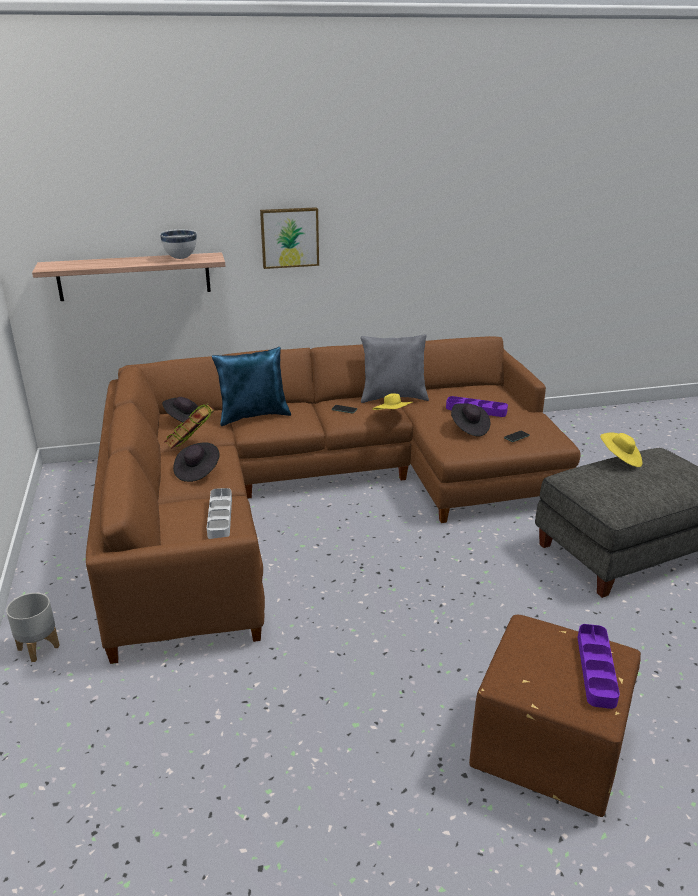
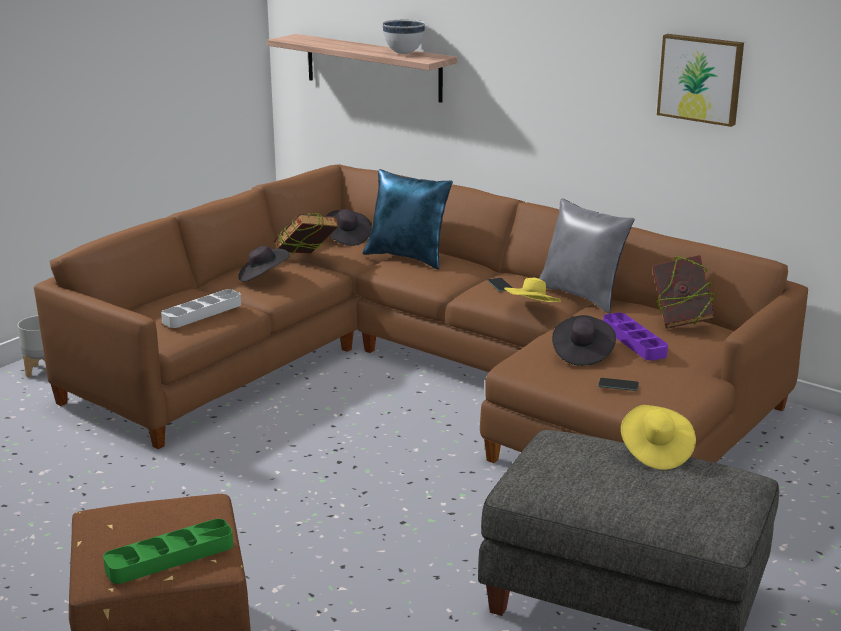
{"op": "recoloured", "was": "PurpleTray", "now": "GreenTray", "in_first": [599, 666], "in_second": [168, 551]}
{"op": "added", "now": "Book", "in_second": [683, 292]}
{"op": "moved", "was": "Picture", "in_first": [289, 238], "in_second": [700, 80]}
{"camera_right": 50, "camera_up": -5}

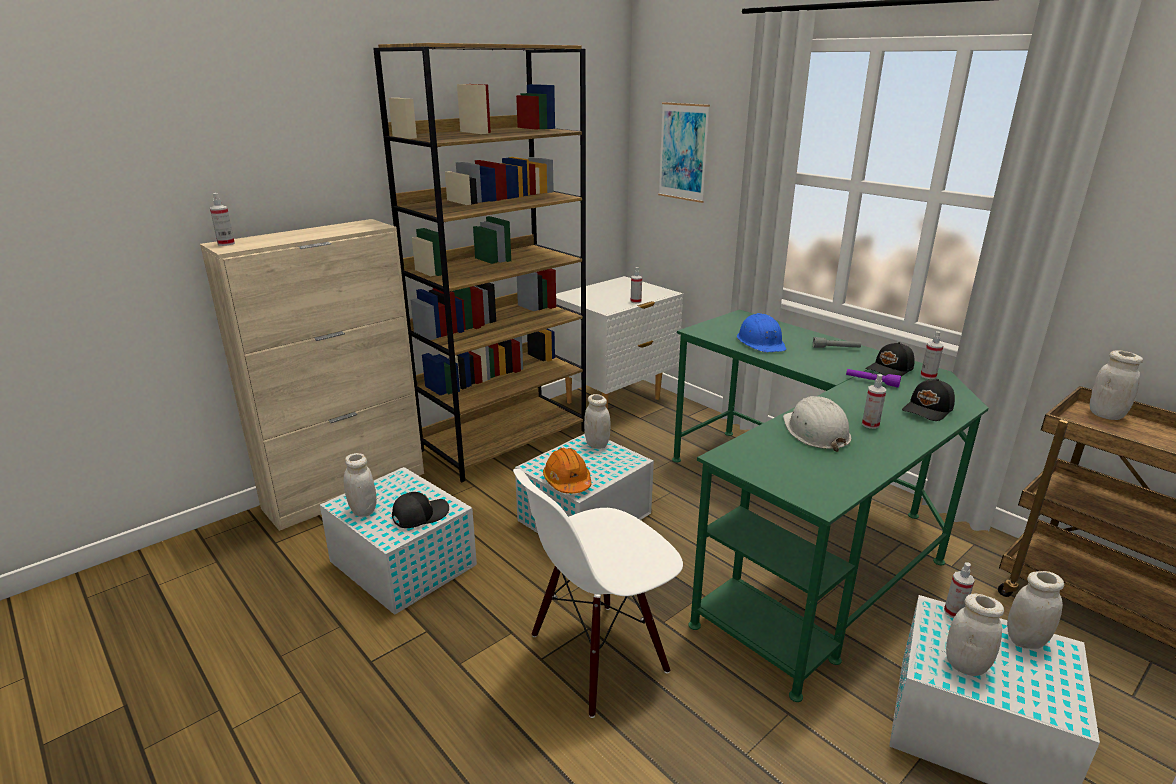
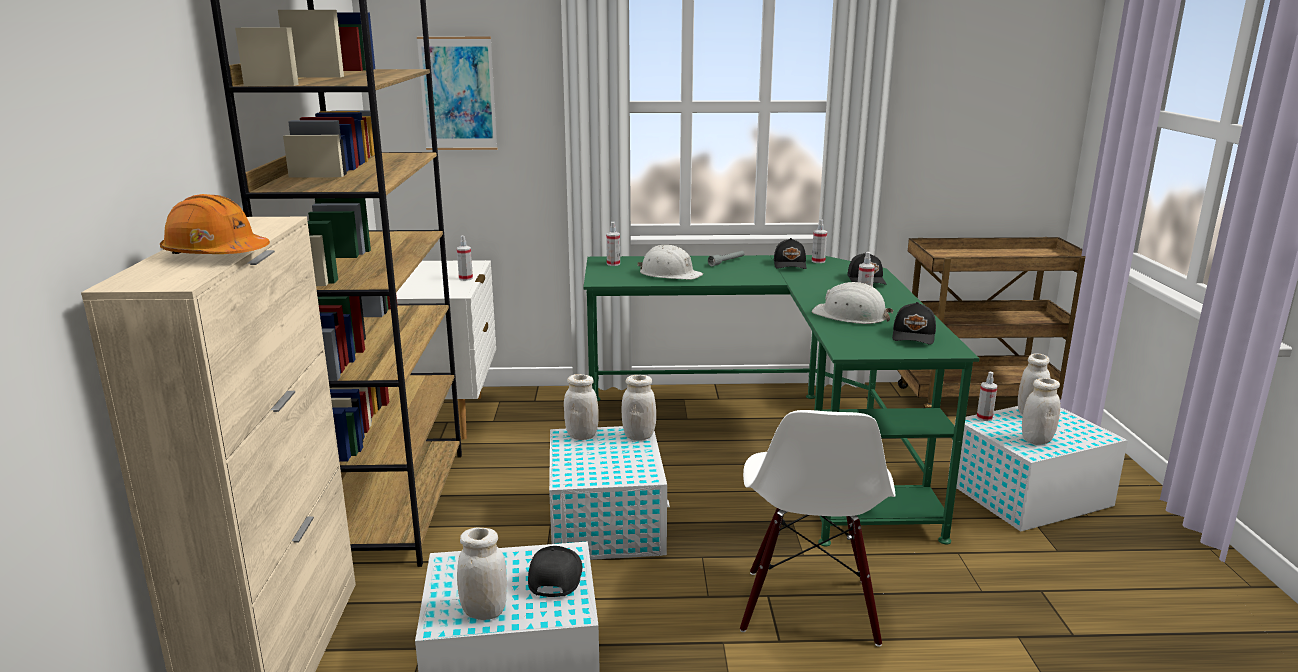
{"op": "moved", "was": "OrangeHardHat", "in_first": [567, 471], "in_second": [215, 224]}
{"op": "moved", "was": "SprayBottle", "in_first": [222, 219], "in_second": [613, 244]}
{"op": "moved", "was": "WhiteJar", "in_first": [1116, 385], "in_second": [639, 407]}
{"op": "recoloured", "was": "BlueHardHat", "now": "WhiteHardHat", "in_first": [761, 332], "in_second": [670, 262]}
{"op": "added", "now": "BlackCap", "in_second": [914, 323]}
{"op": "removed", "was": "PurpleFlashlight", "in_first": [873, 378]}
{"camera_right": -50, "camera_up": -5}

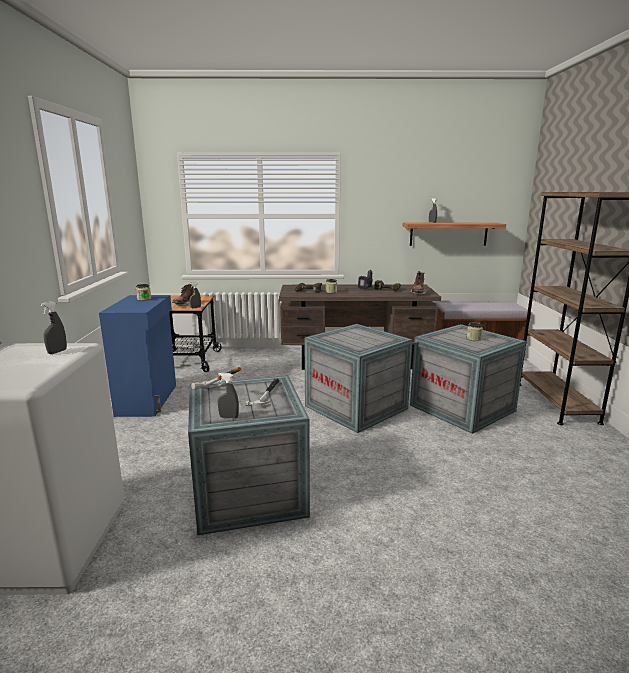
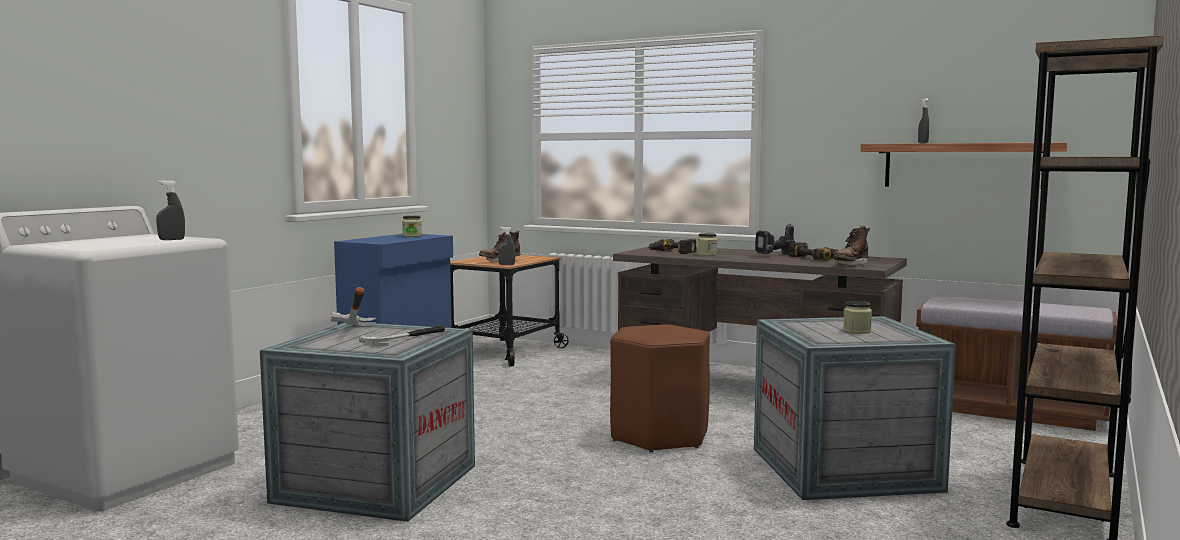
{"op": "replaced", "was": "Crate", "now": "BrownStool", "in_first": [358, 378], "in_second": [660, 389]}
{"op": "removed", "was": "GreySprayBottle", "in_first": [228, 396]}
{"camera_right": 30, "camera_up": -10}

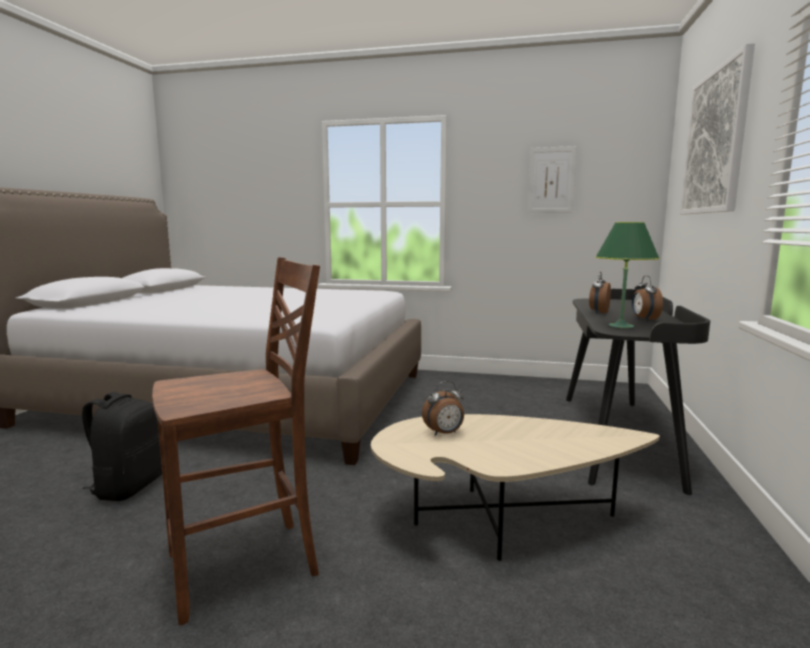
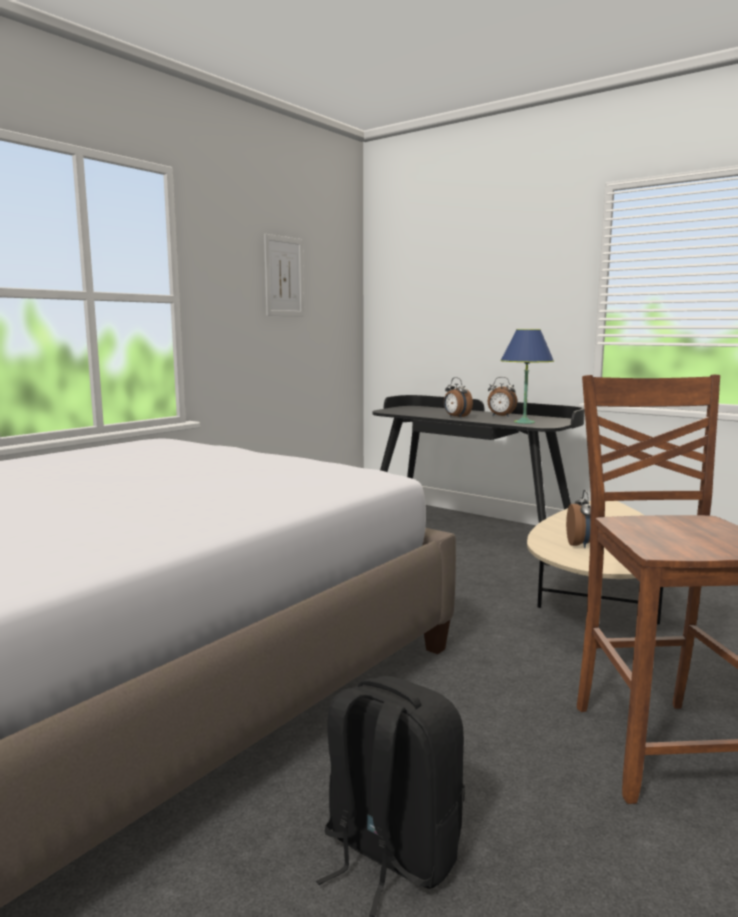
{"op": "recoloured", "was": "GreenTableLamp", "now": "BlueTableLamp", "in_first": [628, 275], "in_second": [527, 376]}
{"op": "removed", "was": "Picture", "in_first": [717, 128]}
{"camera_right": -65, "camera_up": 0}

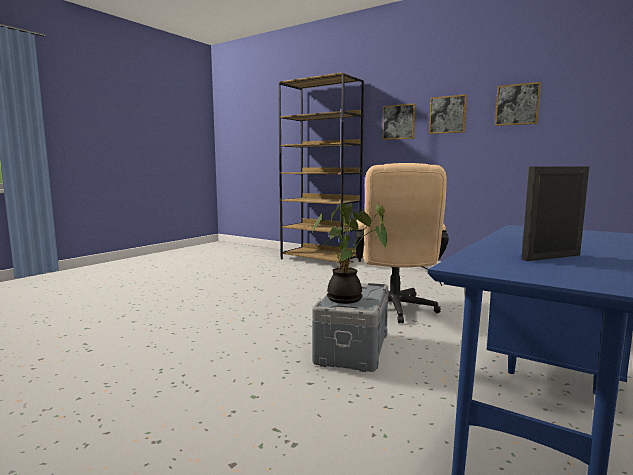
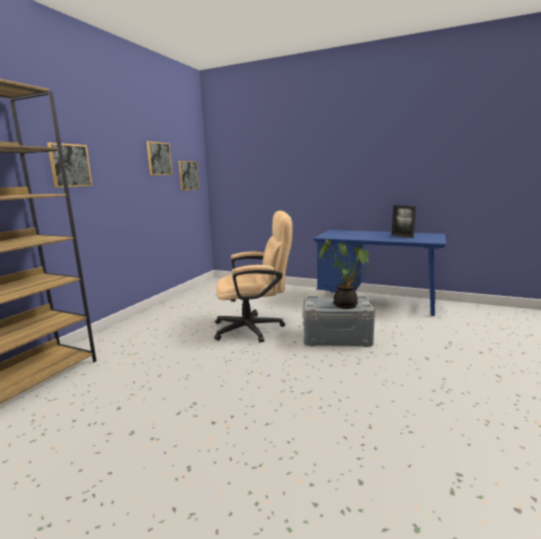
{"op": "moved", "was": "Picture", "in_first": [448, 114], "in_second": [189, 176]}
{"camera_right": -100, "camera_up": 5}

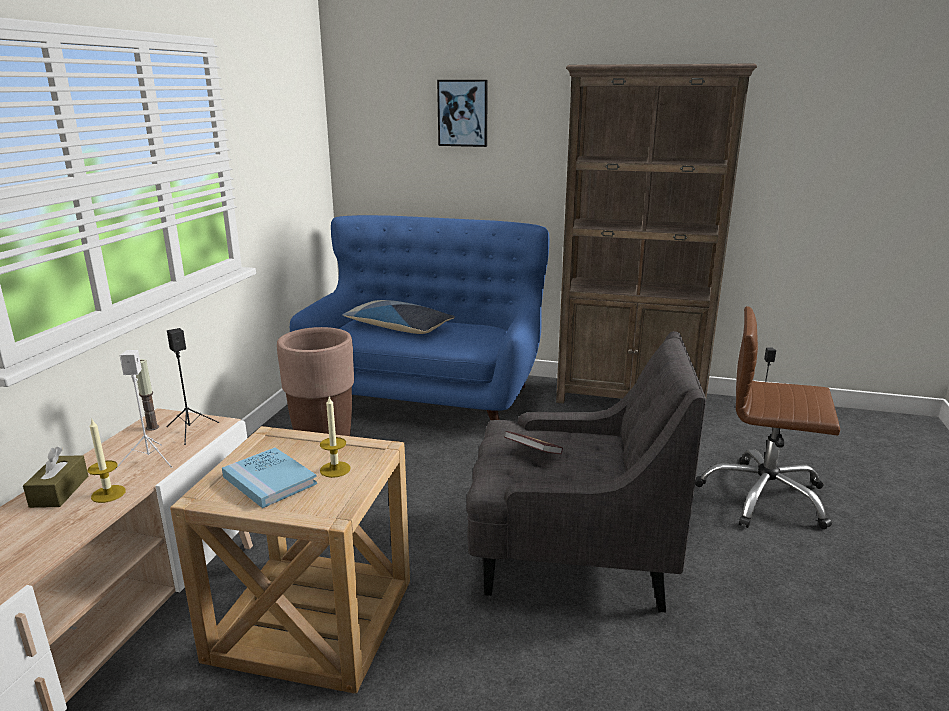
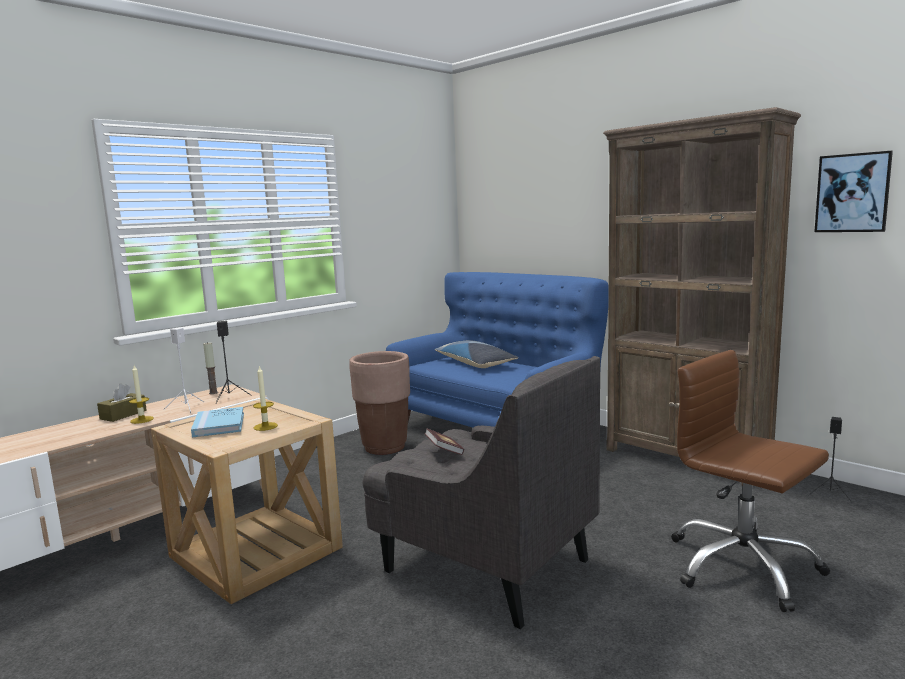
{"op": "moved", "was": "Picture", "in_first": [462, 113], "in_second": [853, 191]}
{"camera_right": 30, "camera_up": -10}

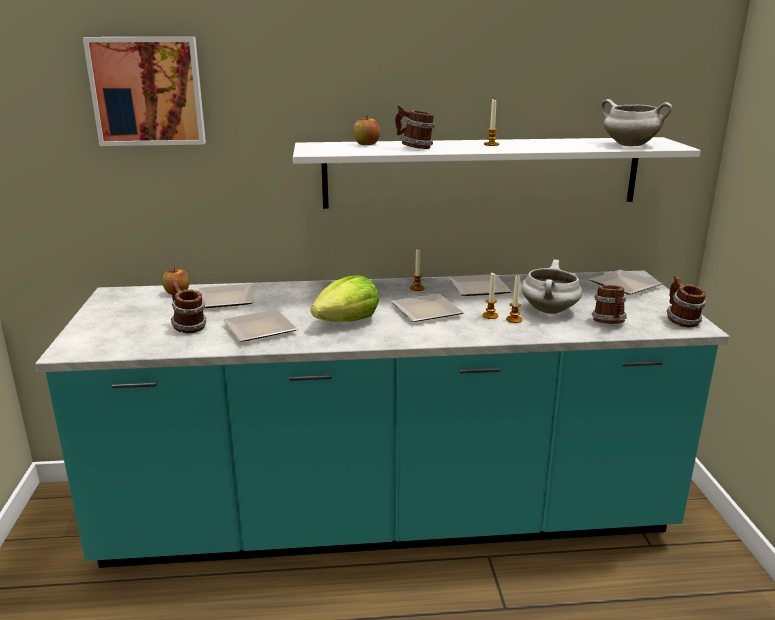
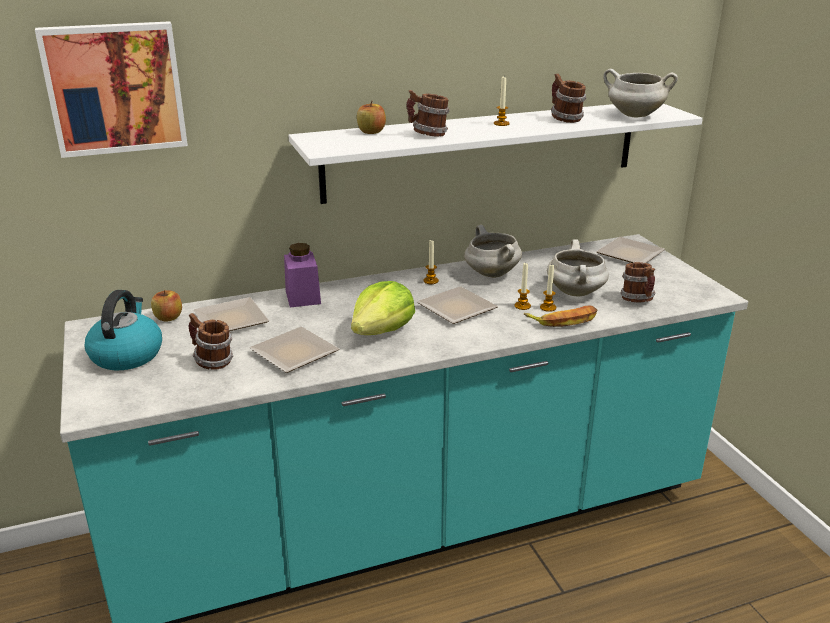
{"op": "added", "now": "Kettle", "in_second": [123, 330]}
{"op": "added", "now": "PurpleJar", "in_second": [302, 275]}
{"op": "replaced", "was": "Plate", "now": "WhiteCookingPot", "in_first": [480, 285], "in_second": [493, 251]}
{"op": "added", "now": "Banana", "in_second": [560, 316]}
{"op": "moved", "was": "Mug", "in_first": [686, 302], "in_second": [568, 98]}
{"camera_right": -15, "camera_up": 5}

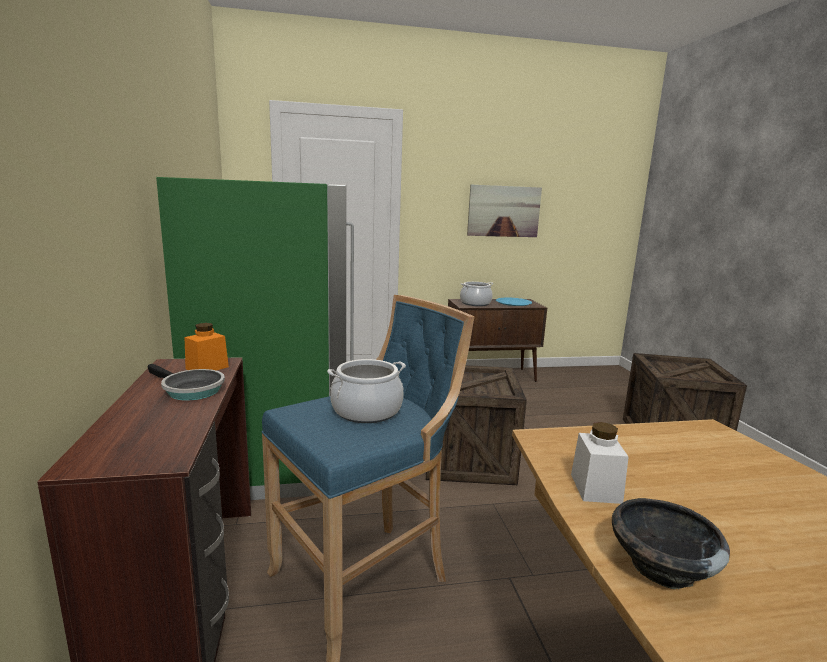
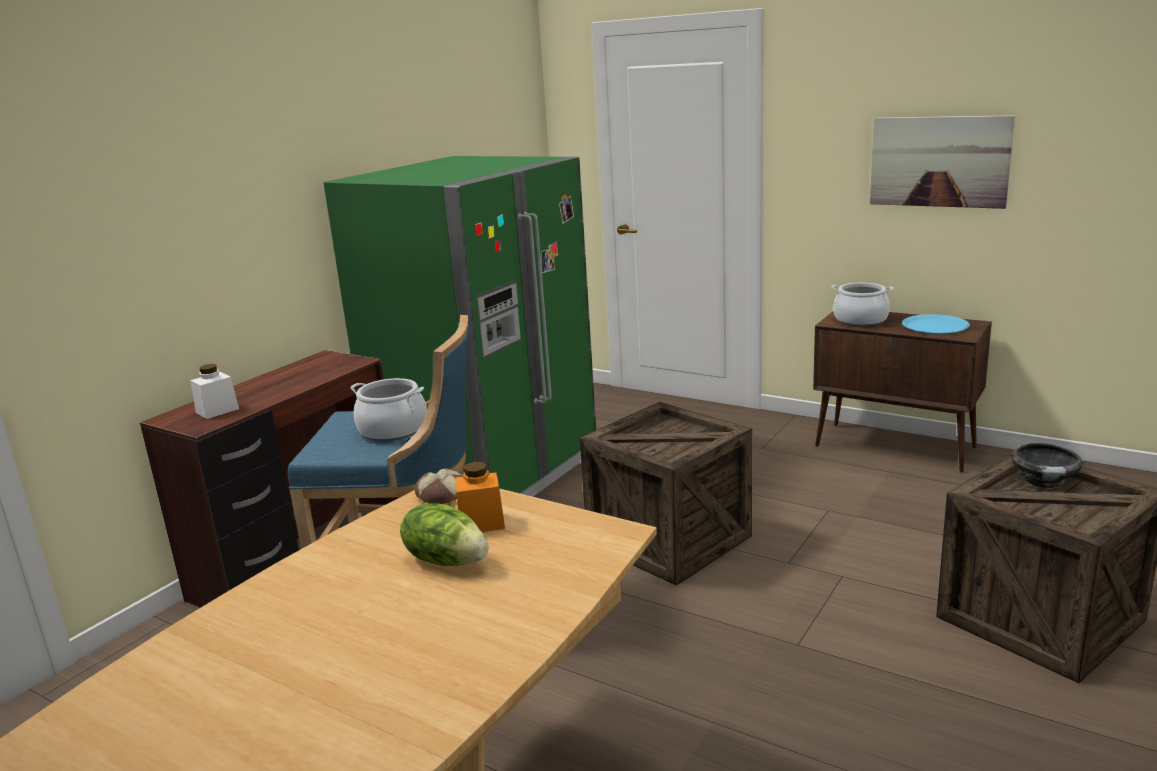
{"op": "moved", "was": "WhiteJar", "in_first": [600, 463], "in_second": [214, 391]}
{"op": "added", "now": "Lettuce", "in_second": [444, 534]}
{"op": "added", "now": "Bread", "in_second": [439, 486]}
{"op": "moved", "was": "OrangeJar", "in_first": [207, 346], "in_second": [480, 497]}
{"op": "moved", "was": "BlackBowl", "in_first": [671, 543], "in_second": [1047, 466]}
{"op": "removed", "was": "FryingPan", "in_first": [186, 382]}
{"camera_right": 45, "camera_up": 5}

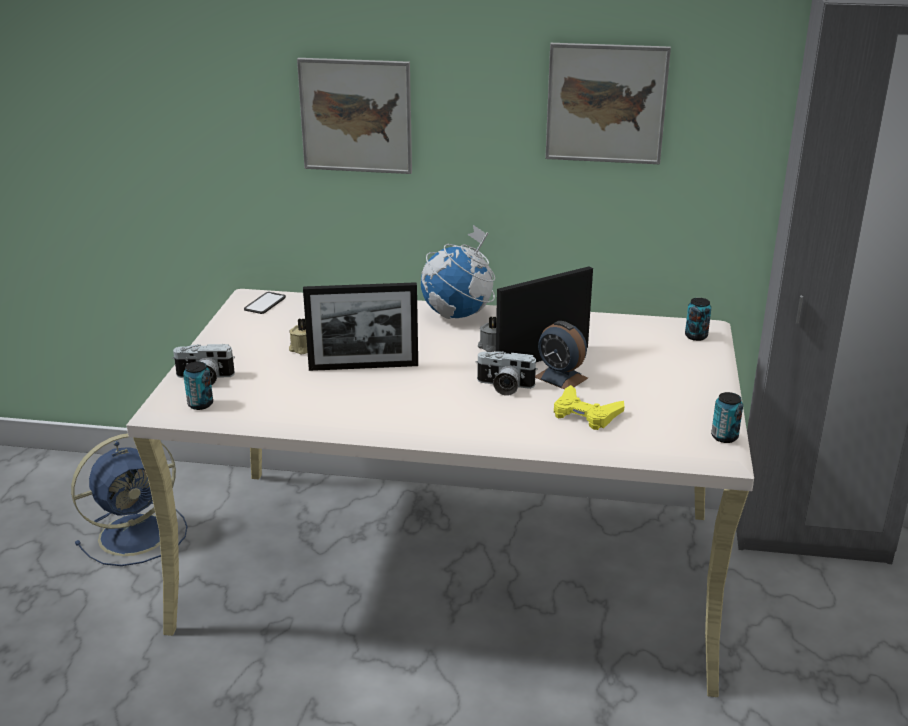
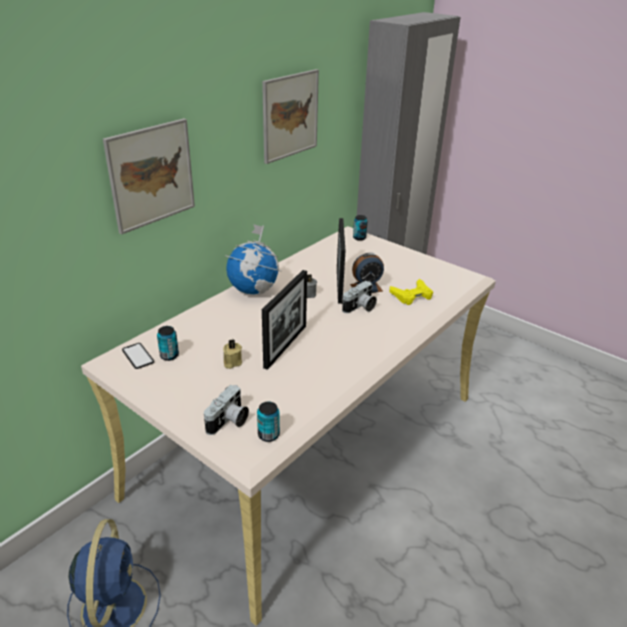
{"op": "moved", "was": "Can", "in_first": [727, 417], "in_second": [168, 343]}
{"camera_right": -60, "camera_up": 5}

